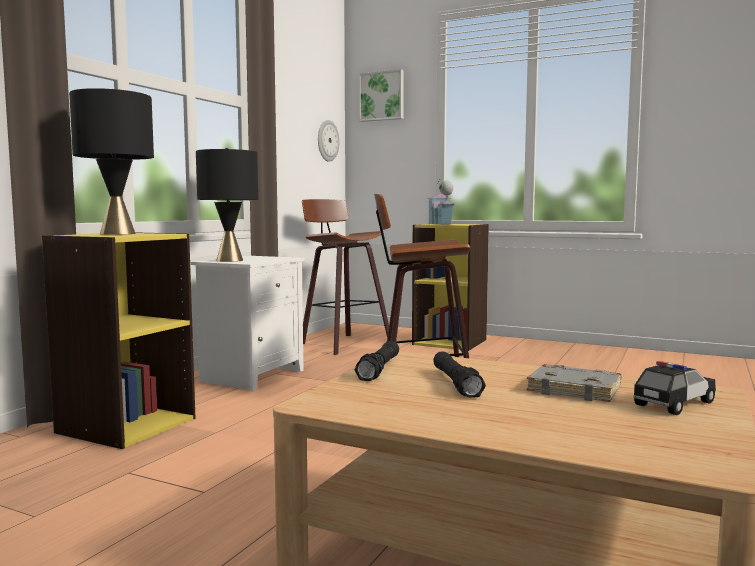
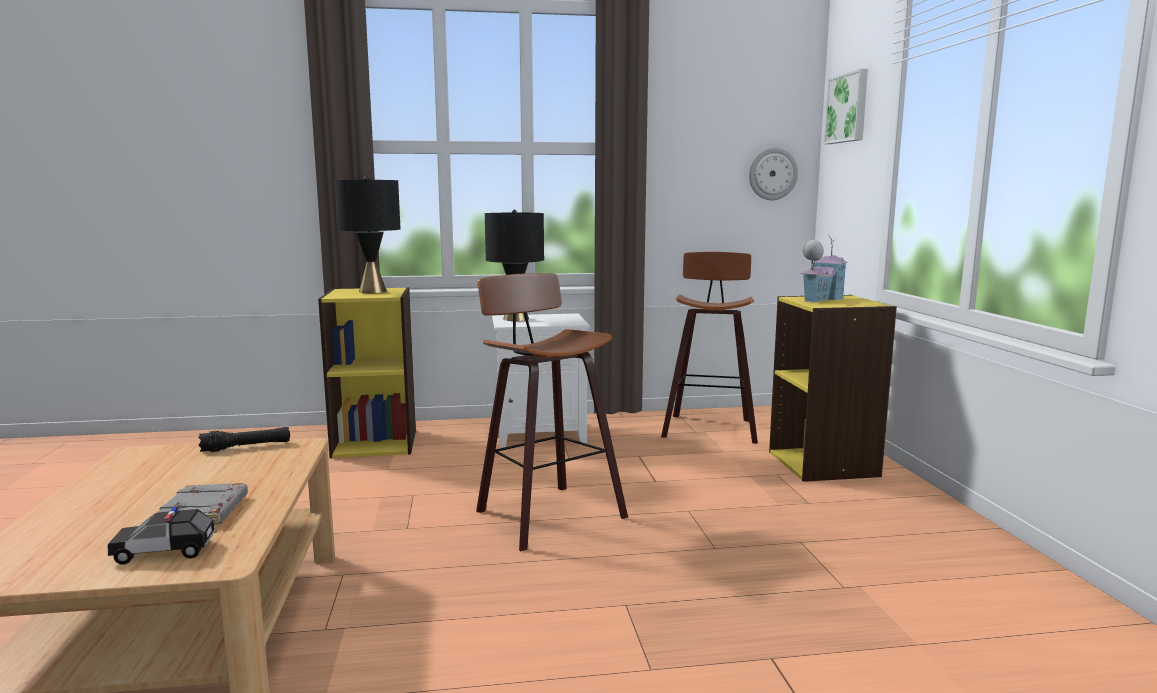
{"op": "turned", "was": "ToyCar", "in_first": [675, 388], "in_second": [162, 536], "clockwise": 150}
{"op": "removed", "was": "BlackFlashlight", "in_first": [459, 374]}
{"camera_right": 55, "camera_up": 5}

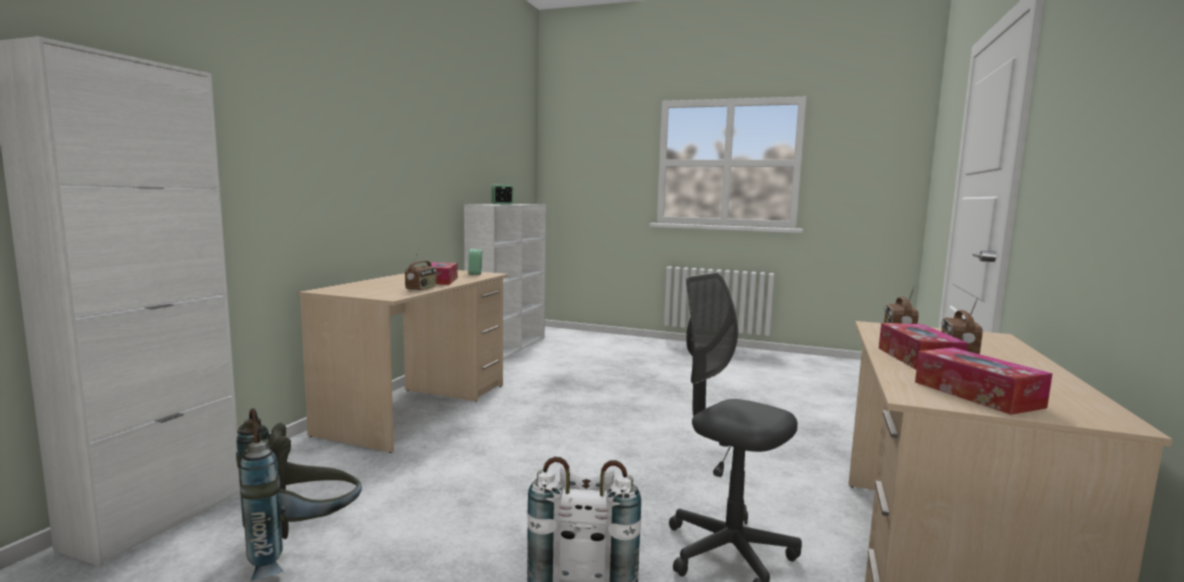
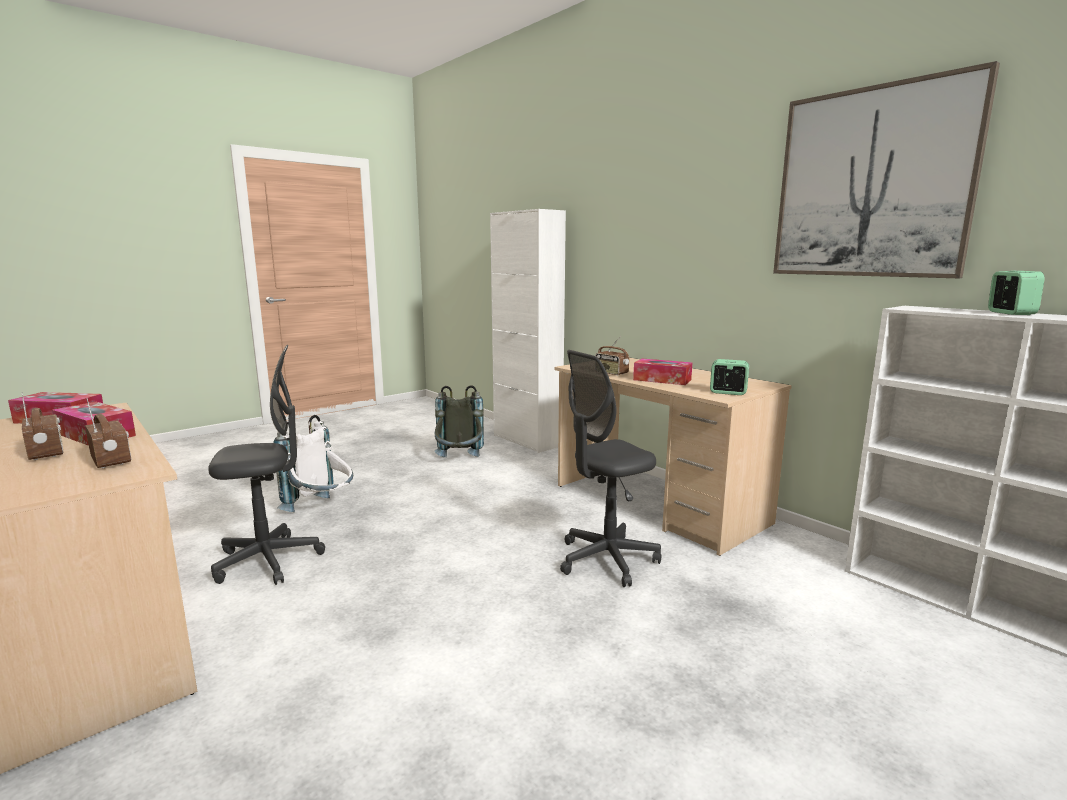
{"op": "added", "now": "GreyOfficeChair", "in_second": [610, 468]}
{"op": "added", "now": "Picture", "in_second": [886, 169]}
{"camera_right": 120, "camera_up": 5}

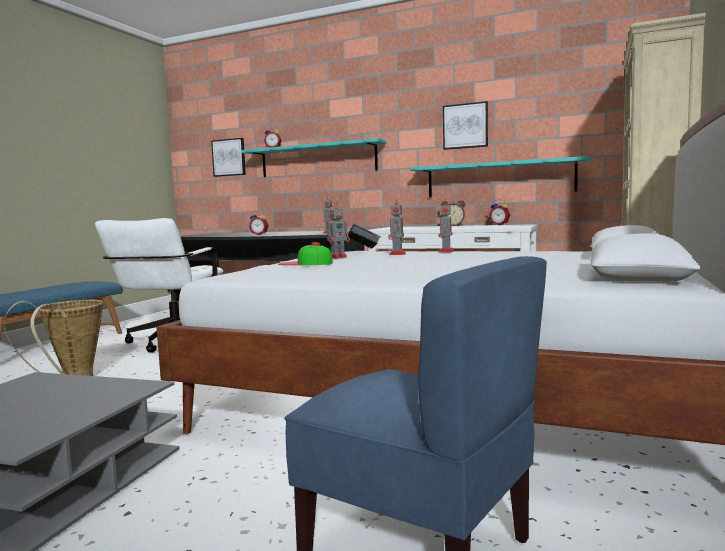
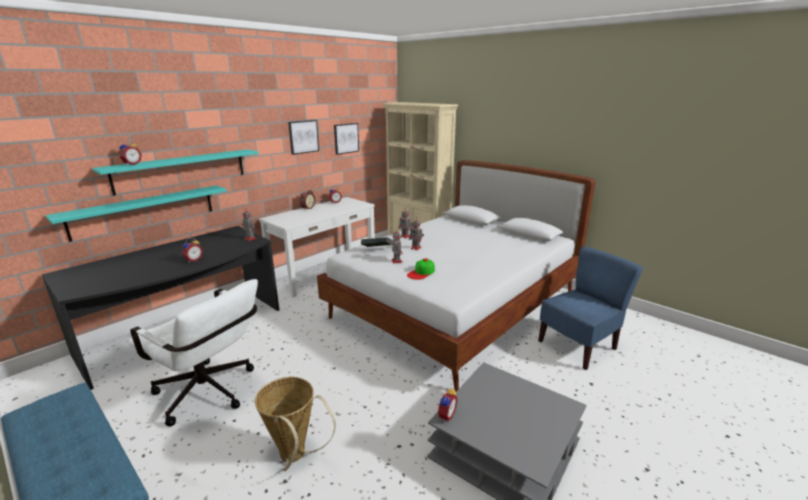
{"op": "moved", "was": "TurquoiseShelf", "in_first": [501, 176], "in_second": [136, 213]}
{"op": "moved", "was": "Picture", "in_first": [228, 157], "in_second": [346, 139]}
{"op": "added", "now": "AlarmClock", "in_second": [447, 404]}
{"camera_right": -70, "camera_up": 15}

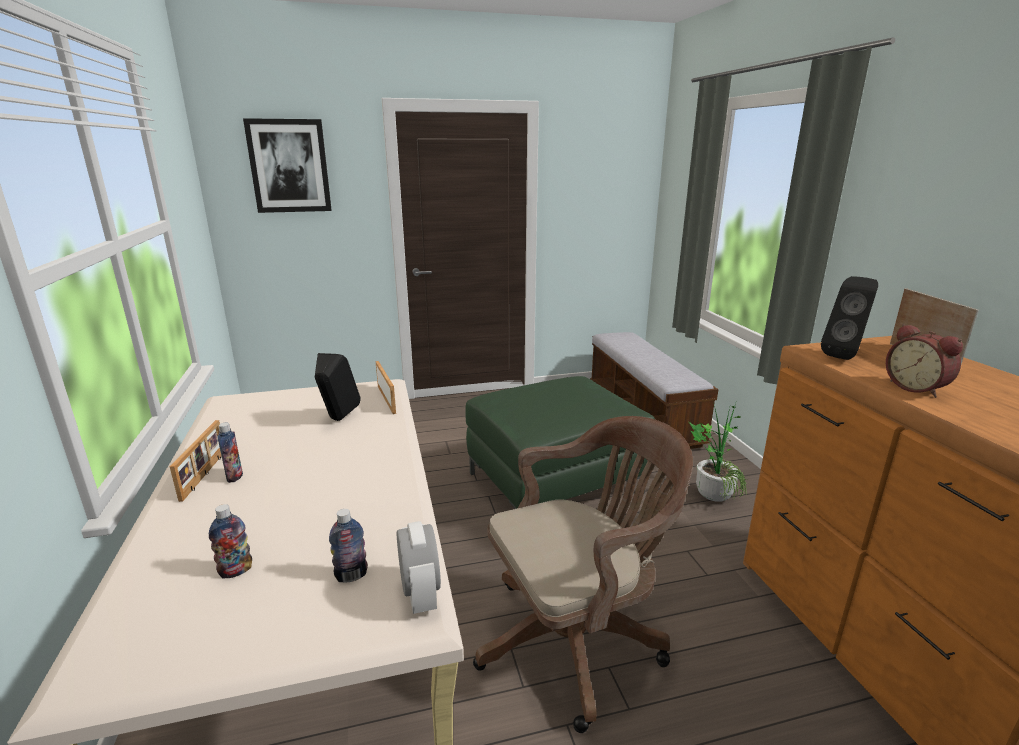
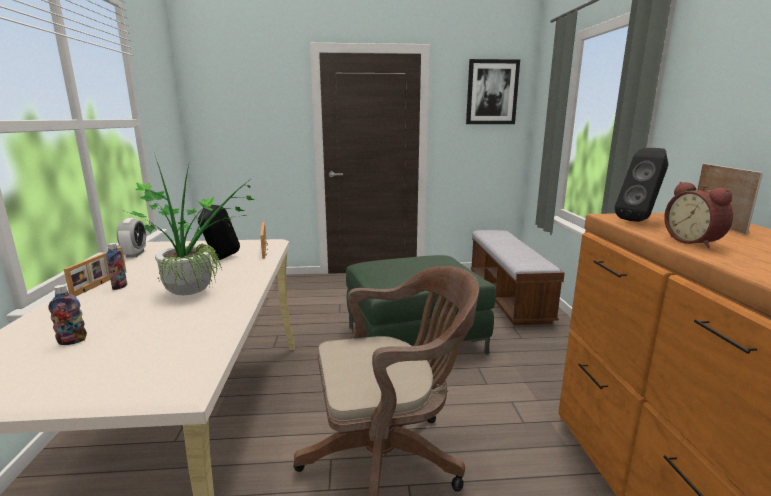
{"op": "moved", "was": "AlarmClock", "in_first": [419, 567], "in_second": [131, 238]}
{"op": "moved", "was": "PottedPlant", "in_first": [718, 451], "in_second": [190, 224]}
{"op": "moved", "was": "Picture", "in_first": [287, 165], "in_second": [493, 91]}
{"op": "removed", "was": "Bottle", "in_first": [348, 546]}
{"camera_right": 10, "camera_up": -5}

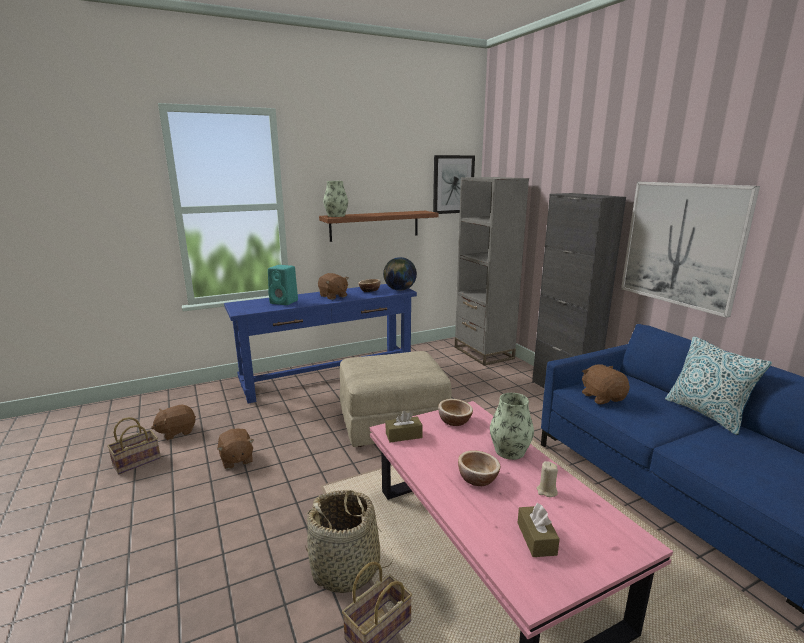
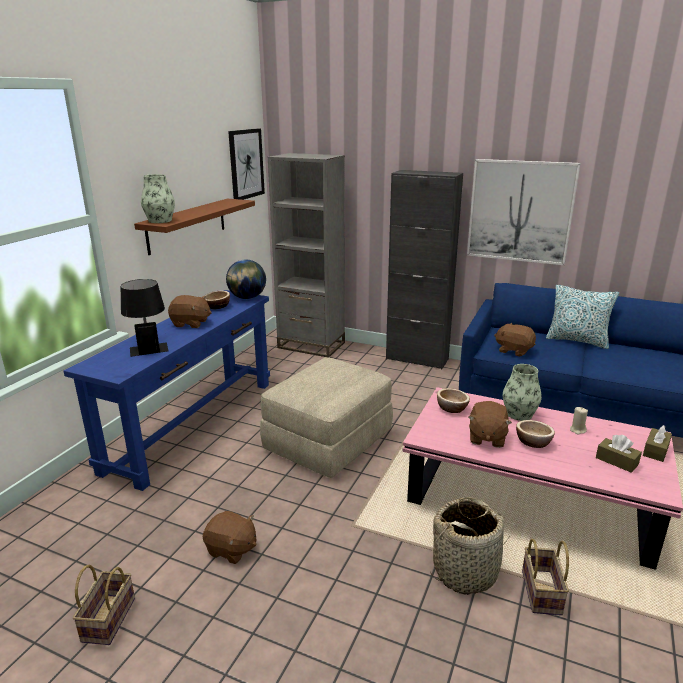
{"op": "replaced", "was": "TurquoiseSpeaker", "now": "BlackTableLamp", "in_first": [283, 285], "in_second": [144, 318]}
{"op": "moved", "was": "BrownPlushToy", "in_first": [173, 422], "in_second": [490, 424]}
{"op": "moved", "was": "BrownTissueBox", "in_first": [404, 427], "in_second": [657, 443]}
{"camera_right": -40, "camera_up": 5}

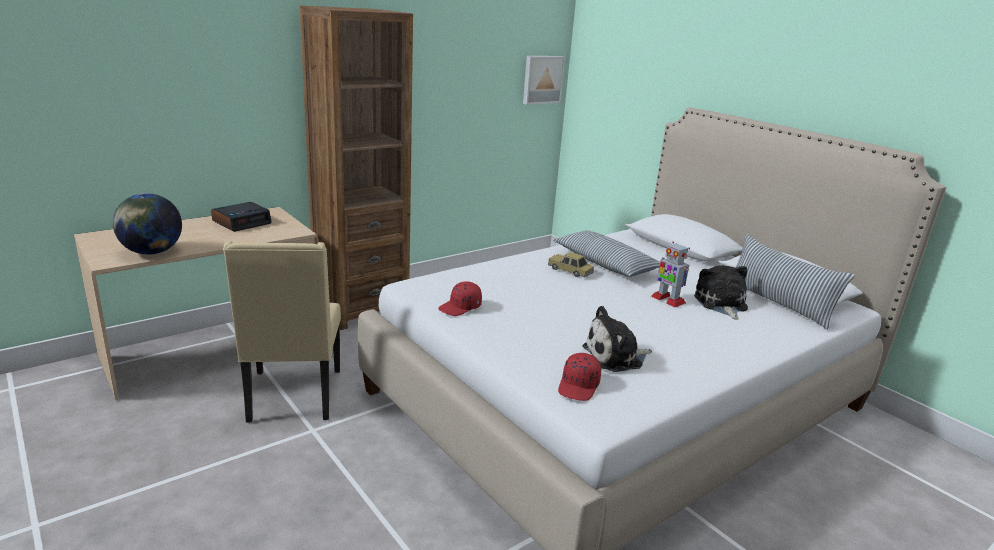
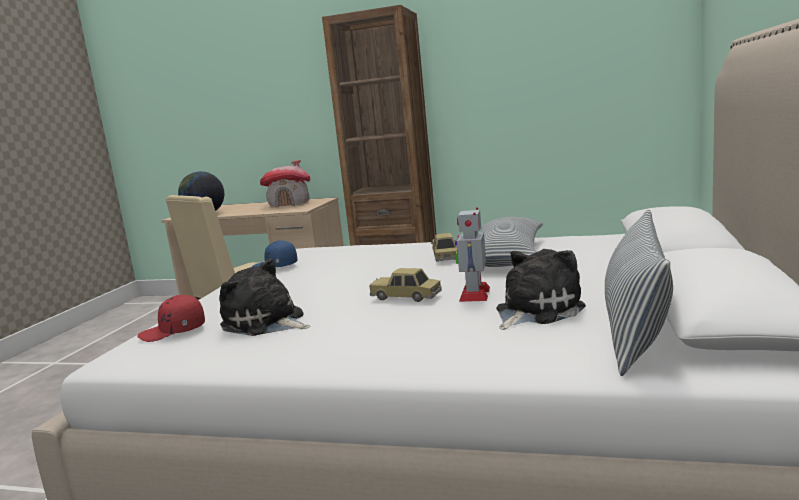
{"op": "recoloured", "was": "RedCap", "now": "BlueCap", "in_first": [460, 298], "in_second": [275, 253]}
{"op": "replaced", "was": "AlarmClock", "now": "ToyHouse", "in_first": [241, 217], "in_second": [285, 183]}
{"op": "added", "now": "ToyCar", "in_second": [405, 285]}
{"op": "removed", "was": "Picture", "in_first": [544, 80]}
{"camera_right": 55, "camera_up": -10}

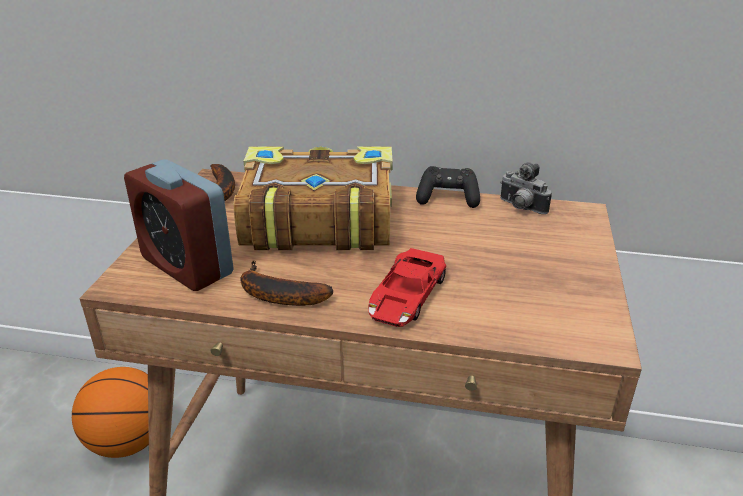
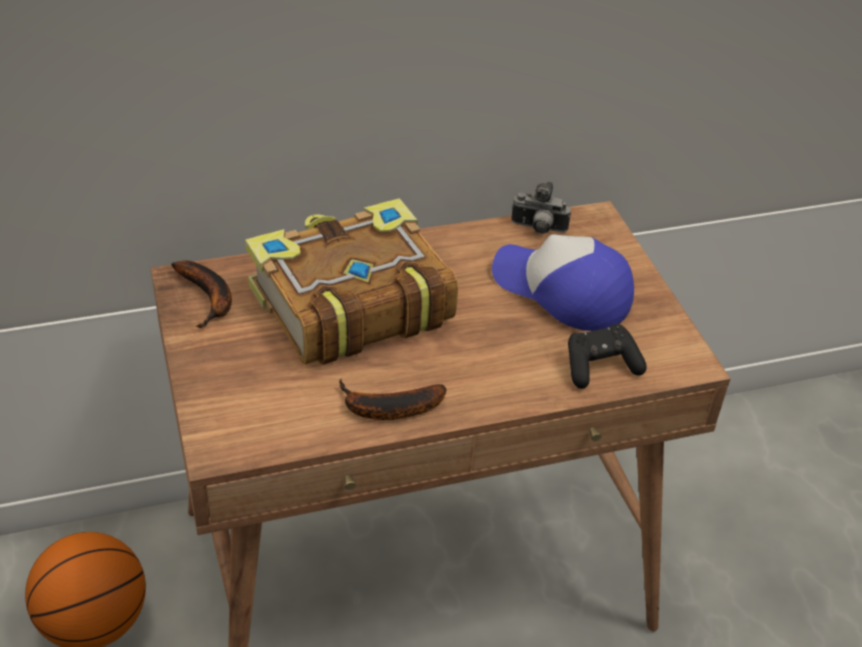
{"op": "added", "now": "Cap", "in_second": [563, 282]}
{"op": "moved", "was": "BlackGameController", "in_first": [448, 187], "in_second": [607, 356]}
{"op": "removed", "was": "AlarmClock", "in_first": [179, 225]}
{"op": "removed", "was": "RedToyCar", "in_first": [407, 287]}
{"camera_right": -30, "camera_up": 10}

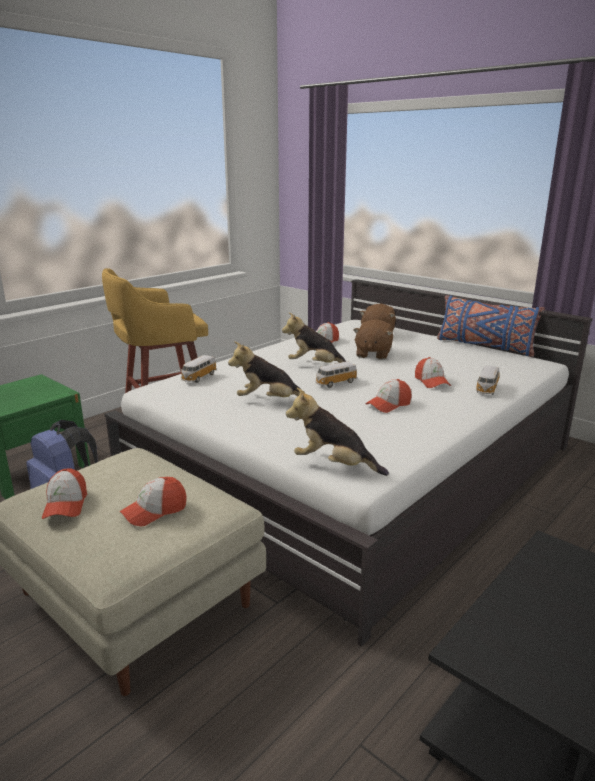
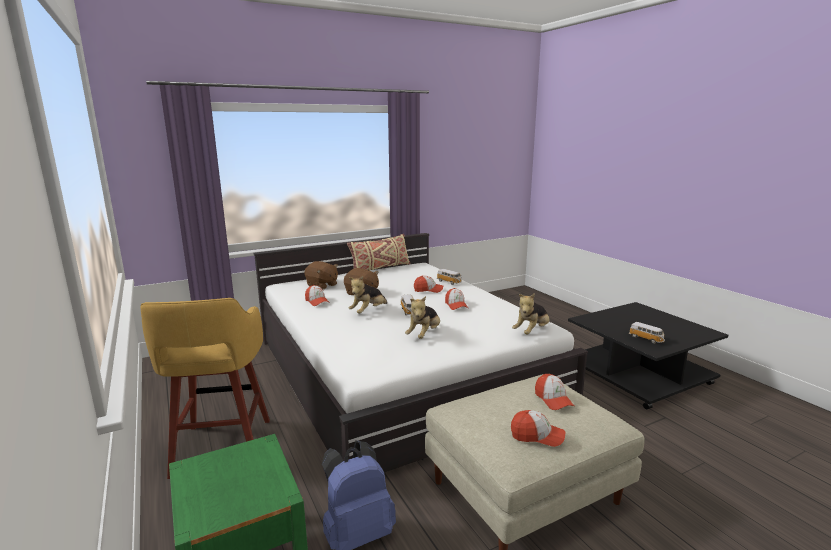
{"op": "recoloured", "was": "BluePillow", "now": "BeigePillow", "in_first": [491, 326], "in_second": [378, 252]}
{"op": "moved", "was": "ToyCar", "in_first": [198, 369], "in_second": [647, 333]}
{"camera_right": -70, "camera_up": -5}

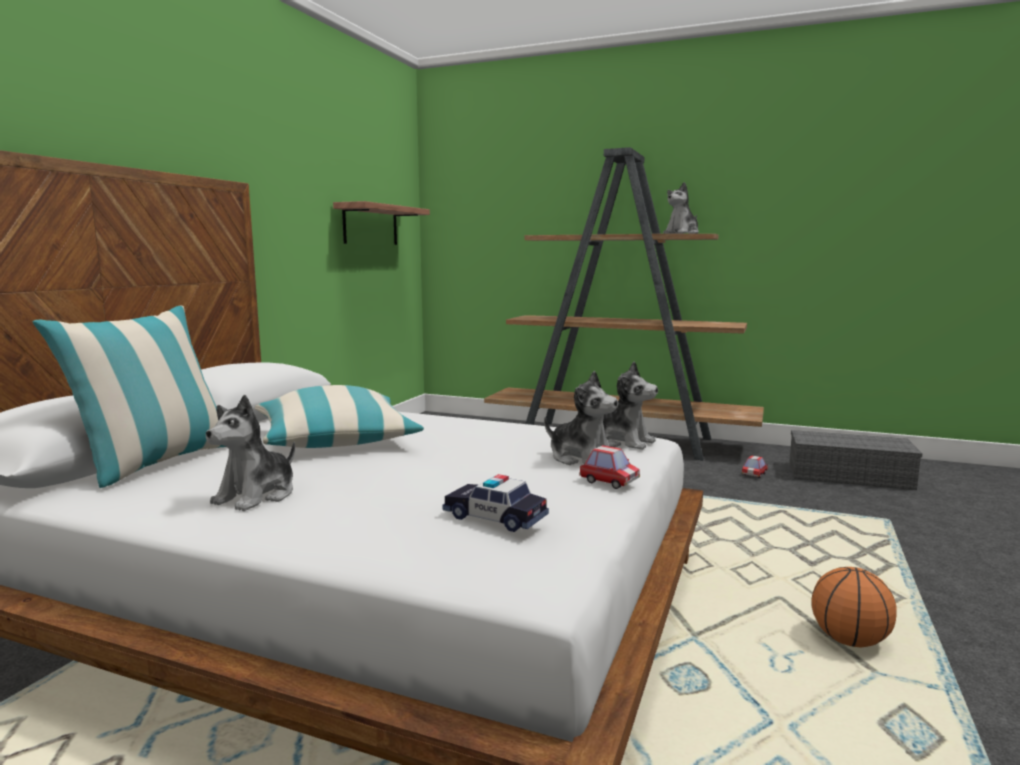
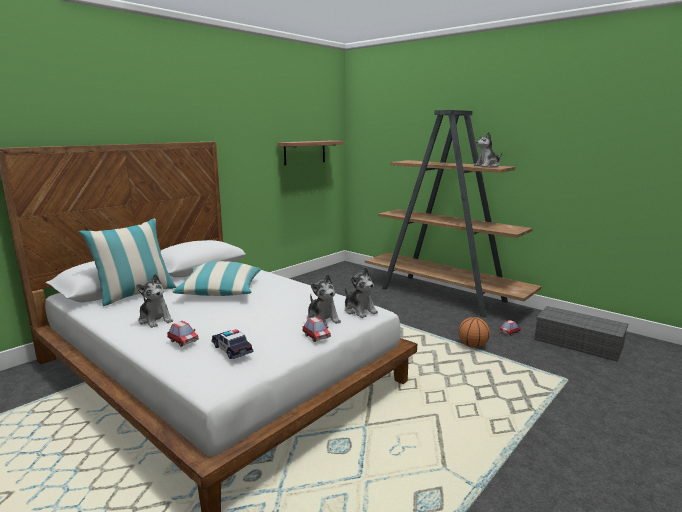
{"op": "turned", "was": "PlushToy", "in_first": [250, 453], "in_second": [154, 301], "clockwise": -90}
{"op": "added", "now": "ToyCar", "in_second": [183, 334]}
{"op": "moved", "was": "Basketball", "in_first": [854, 607], "in_second": [474, 332]}
{"camera_right": 20, "camera_up": 5}

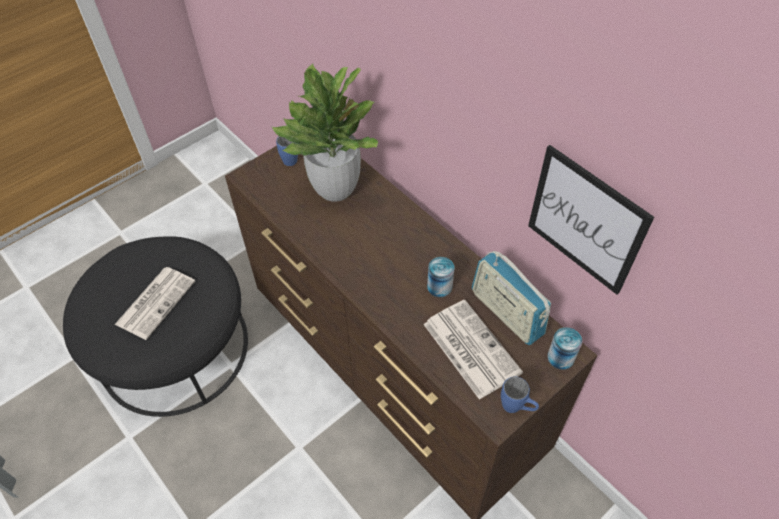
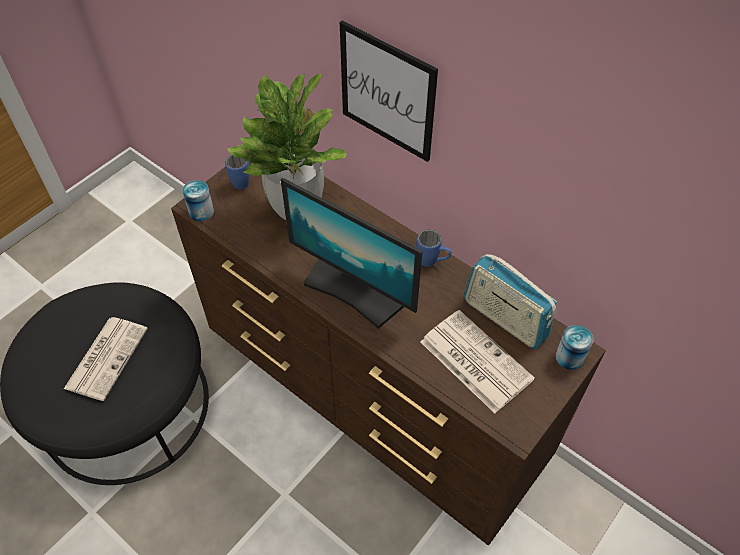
{"op": "moved", "was": "Can", "in_first": [440, 277], "in_second": [198, 201]}
{"op": "added", "now": "Monitor", "in_second": [351, 253]}
{"op": "moved", "was": "Picture", "in_first": [591, 220], "in_second": [389, 91]}
{"op": "moved", "was": "BlueMug", "in_first": [520, 394], "in_second": [434, 248]}
{"camera_right": -10, "camera_up": 0}

